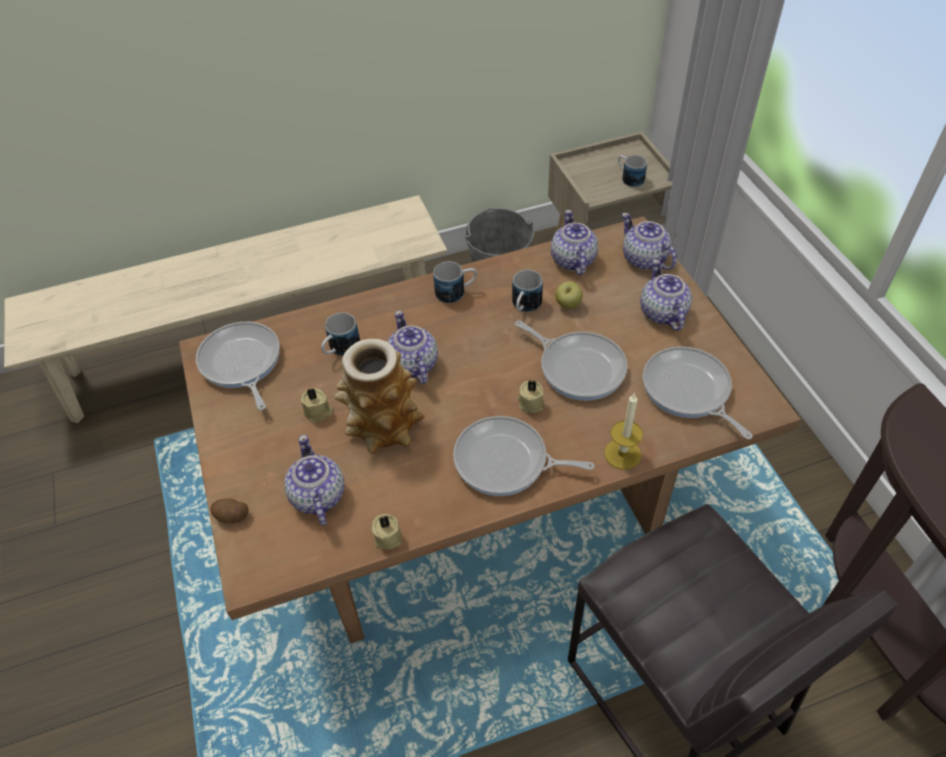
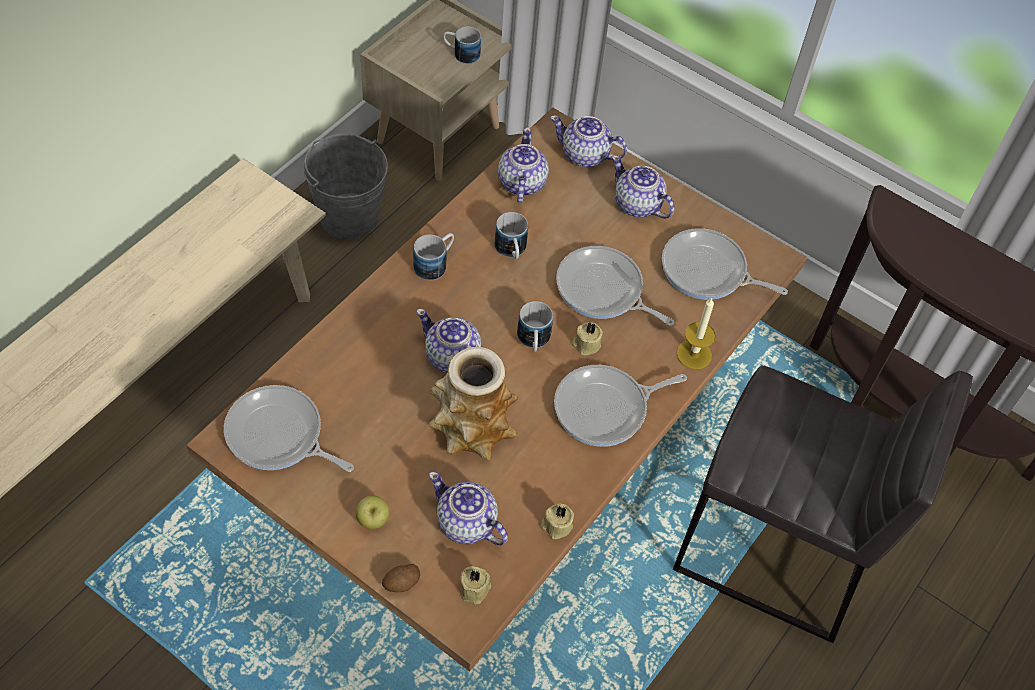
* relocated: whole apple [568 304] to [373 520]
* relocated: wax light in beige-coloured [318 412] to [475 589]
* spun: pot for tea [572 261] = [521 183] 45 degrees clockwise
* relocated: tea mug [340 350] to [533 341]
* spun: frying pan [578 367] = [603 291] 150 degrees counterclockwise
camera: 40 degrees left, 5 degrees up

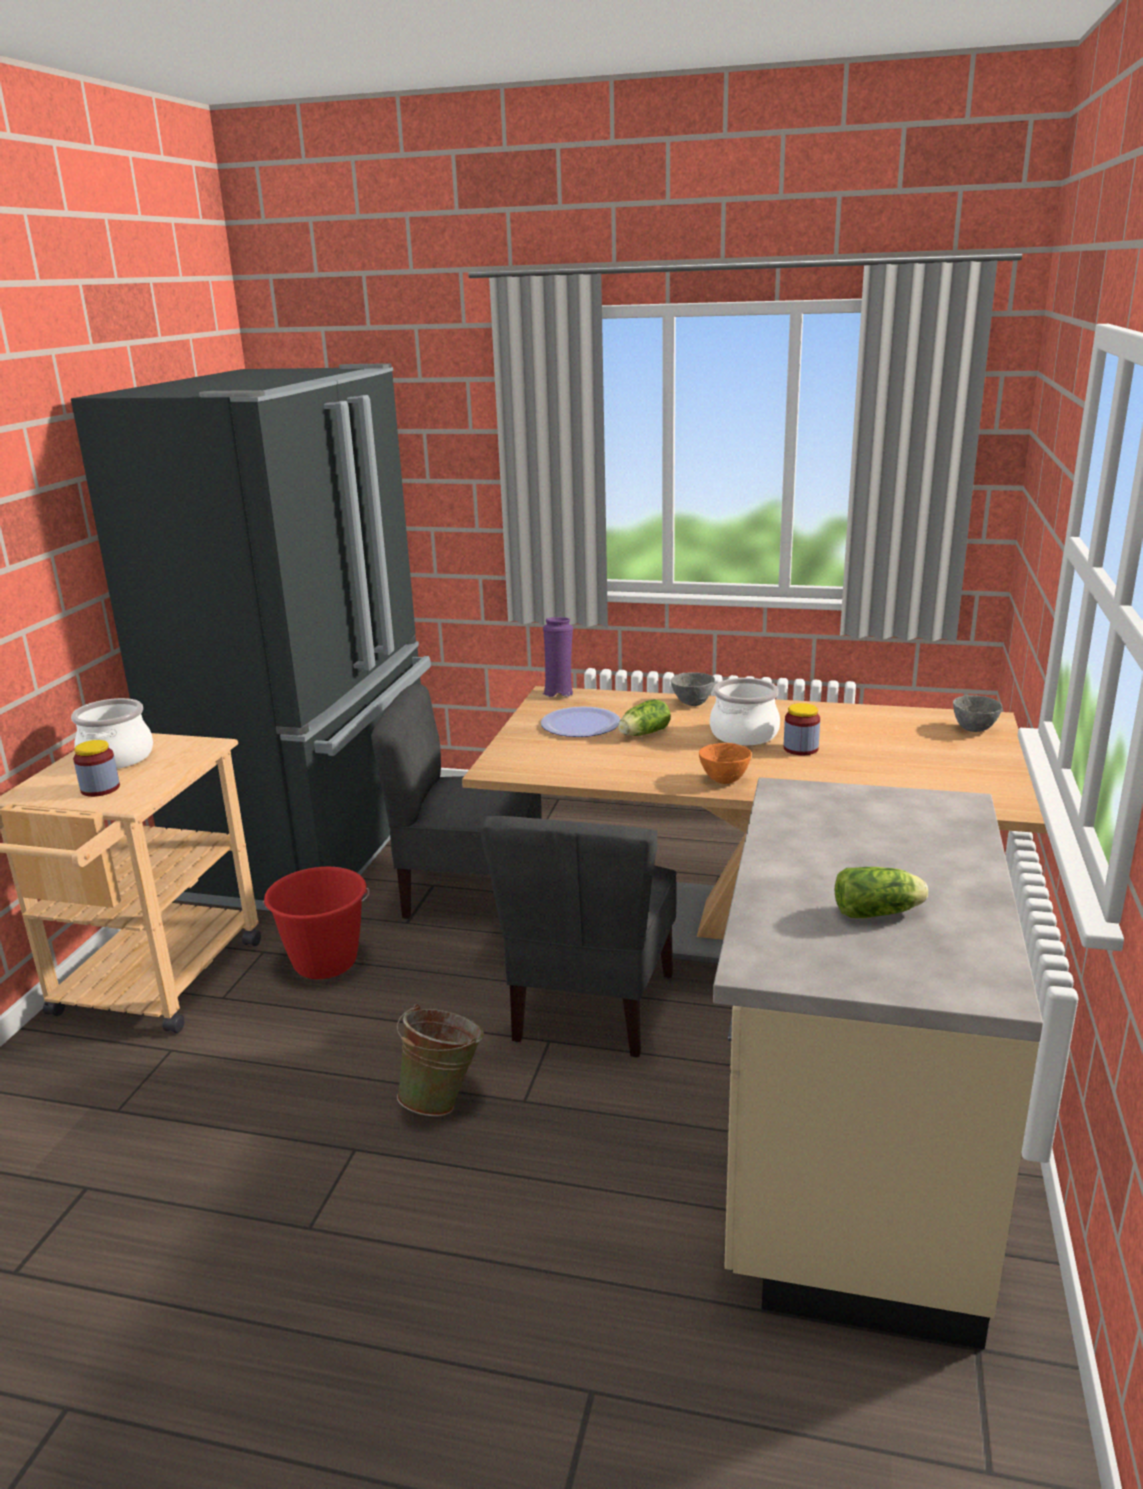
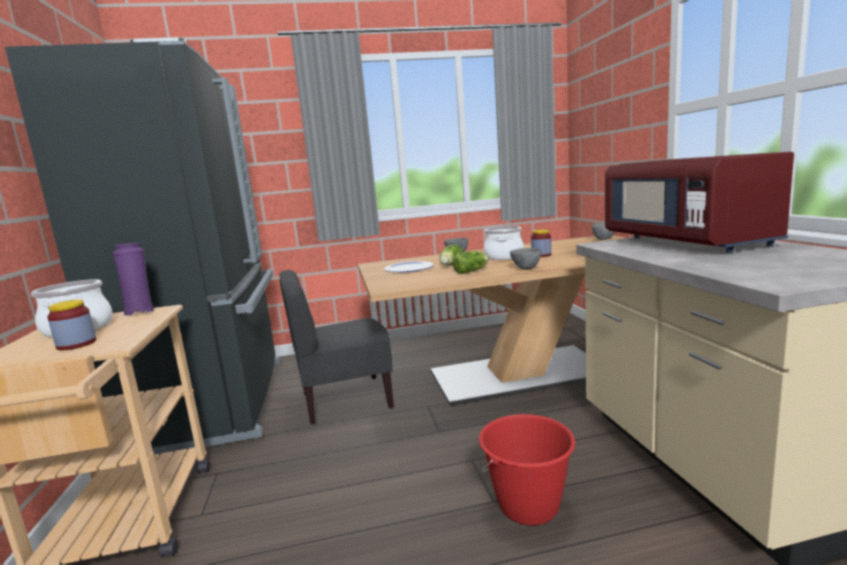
* relocated: vase in purple [558 693] to [140 312]
* relocated: lettuce [880 912] to [472 271]
* relocated: bucket in red-coloured [325 962] to [529 506]
* colour: bowl in orange [724 780] to bowl in gray [526 268]
* appeared: microwave in red-coloured [686 242]
* missing: bucket in green-coloured [444 1099]
* missing: plain chair in gray [591 1007]
camera: 25 degrees left, 10 degrees down

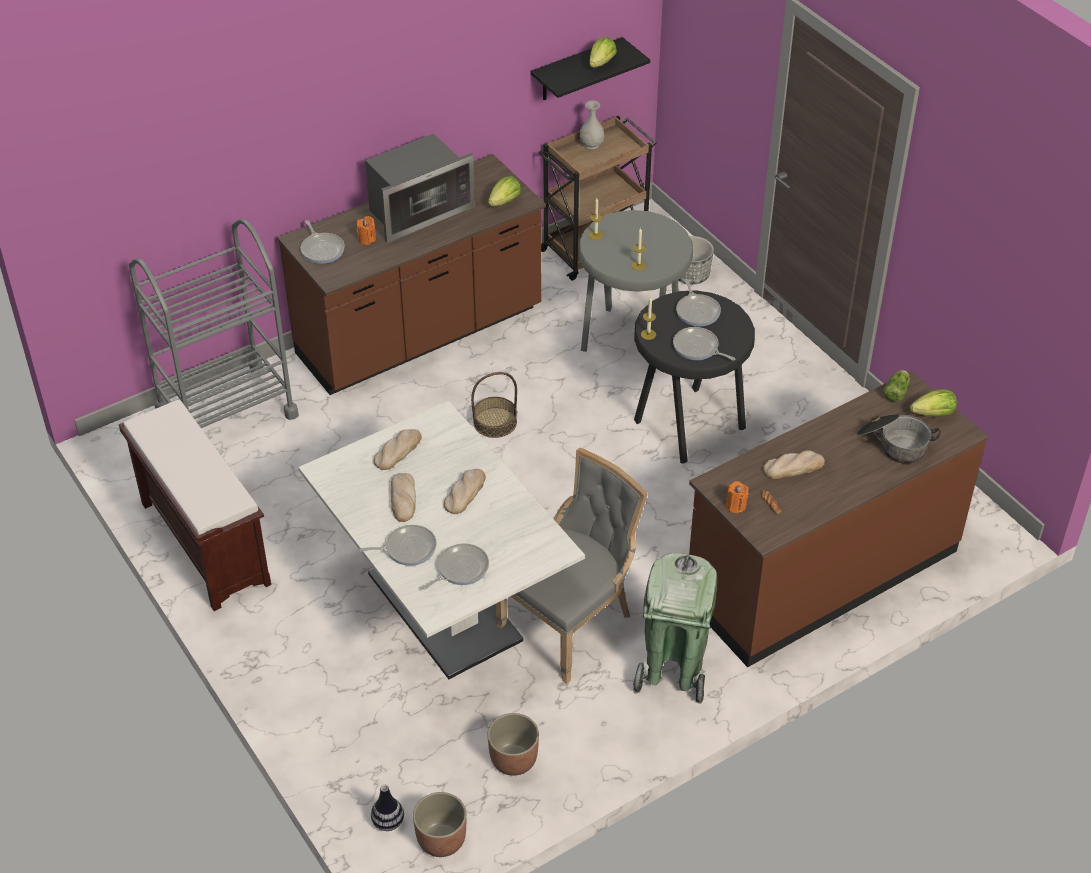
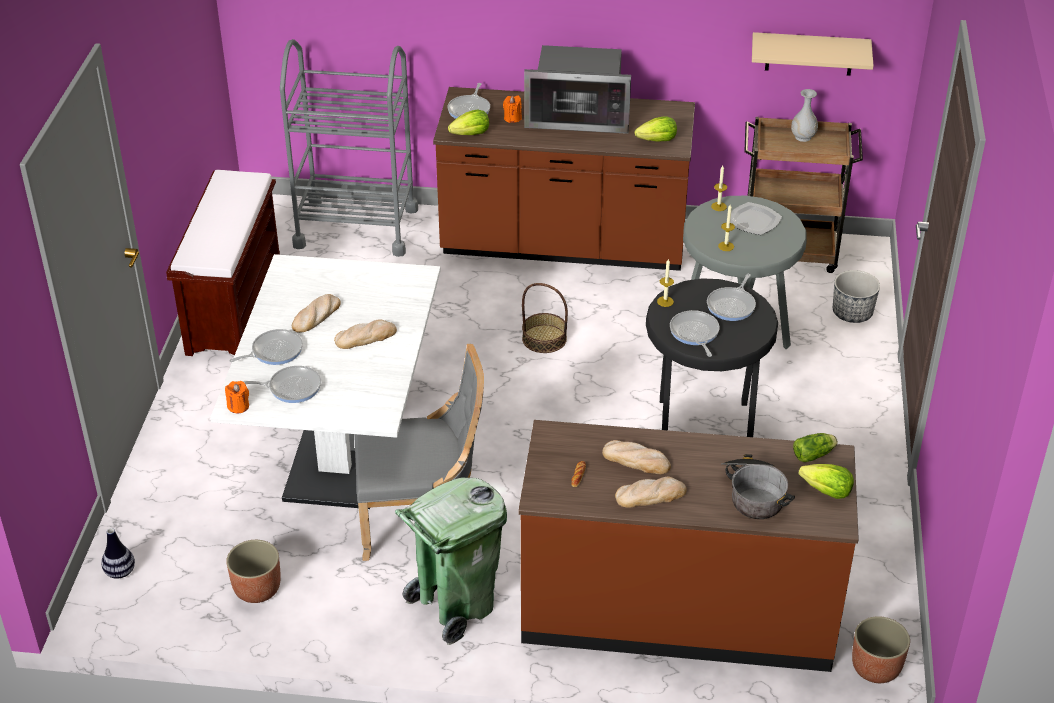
* relocated: wax light in orange [736 506] to [238 406]
* spun: frying pan [407 548] = [274 351] 60 degrees counterclockwise
* relocated: lettuce [601 63] to [471 134]
* relocated: bread [398 451] to [650 495]
* appeared: dinner plate [753 221]
* colour: bracket shelf in black [576 70] to bracket shelf in beige-coloured [809 54]
* relocated: planter [441 840] to [875 668]
camera: 40 degrees right, 5 degrees down

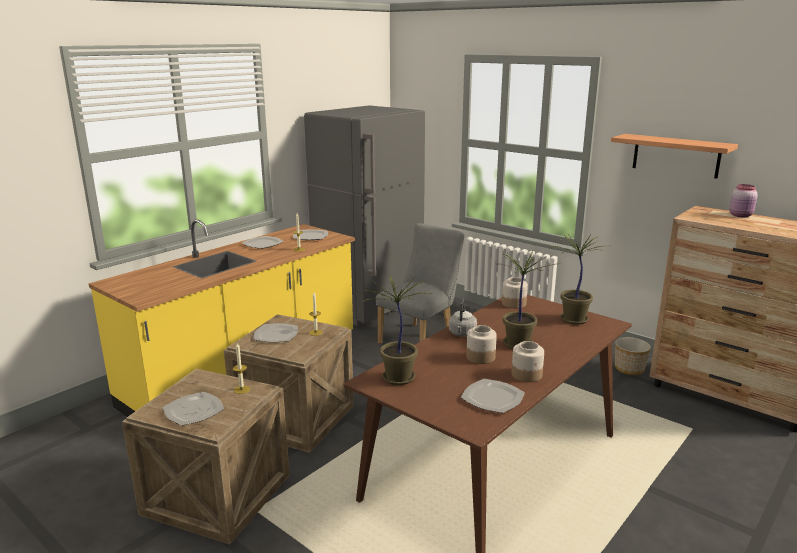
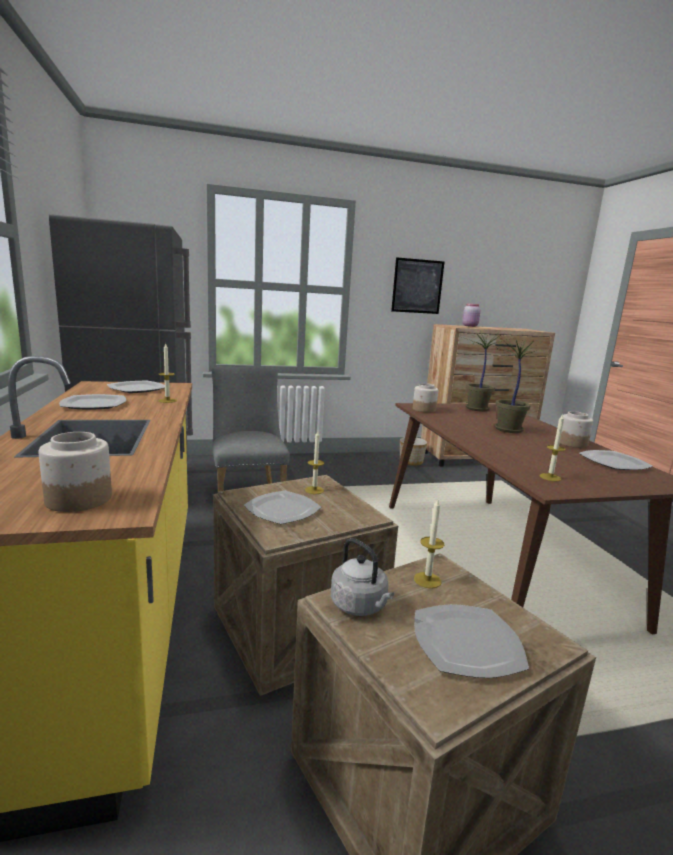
* relocated: storage jar [480 357] to [78 499]
* relocated: water kettle in gray [462 334] to [360 606]
* exchanged: bracket shelf [676 155] to picture [417 286]
* exchanged: plant in a pot [397 378] to wax light [550 477]
camera: 55 degrees left, 5 degrees down

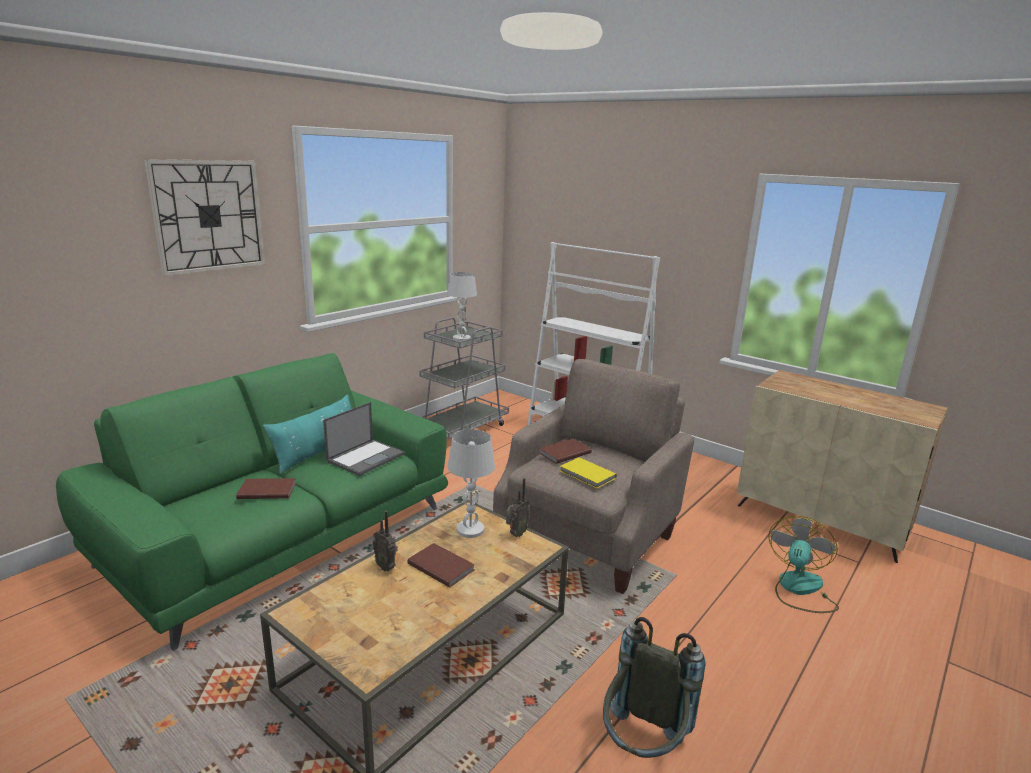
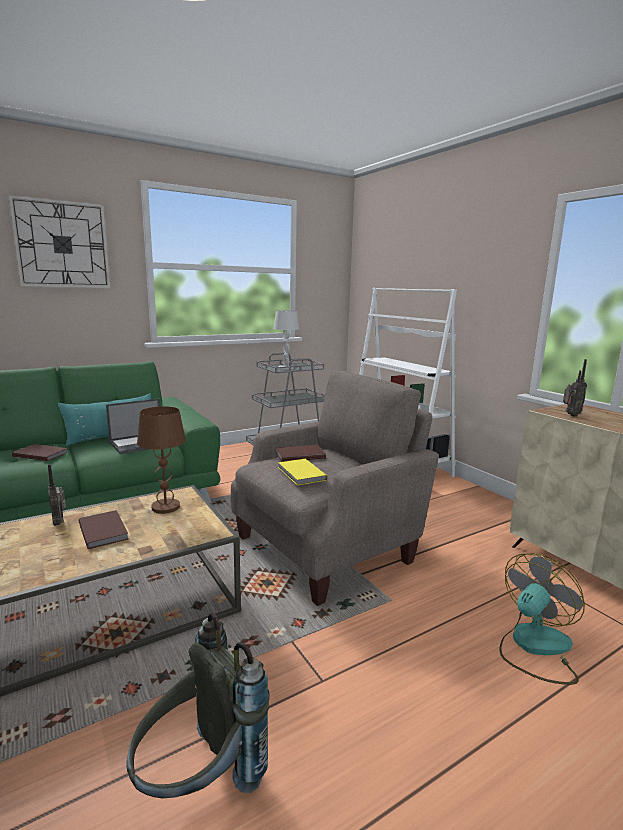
* colour: table lamp in whitish [470 529] to table lamp in brown [166 507]
* relocated: radio [515 534] to [570 415]
camera: 20 degrees right, 5 degrees down

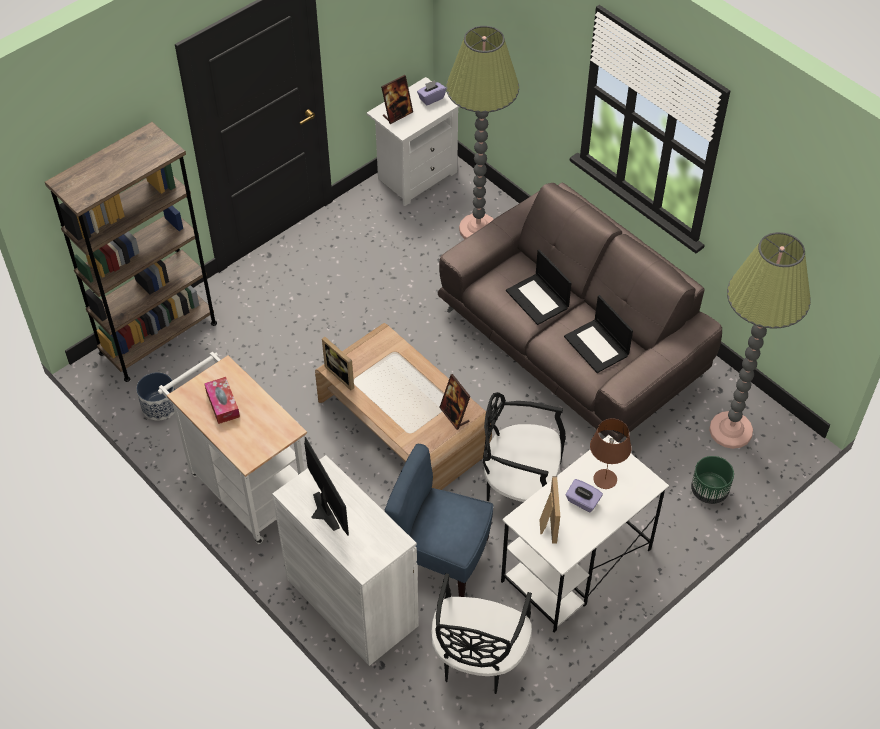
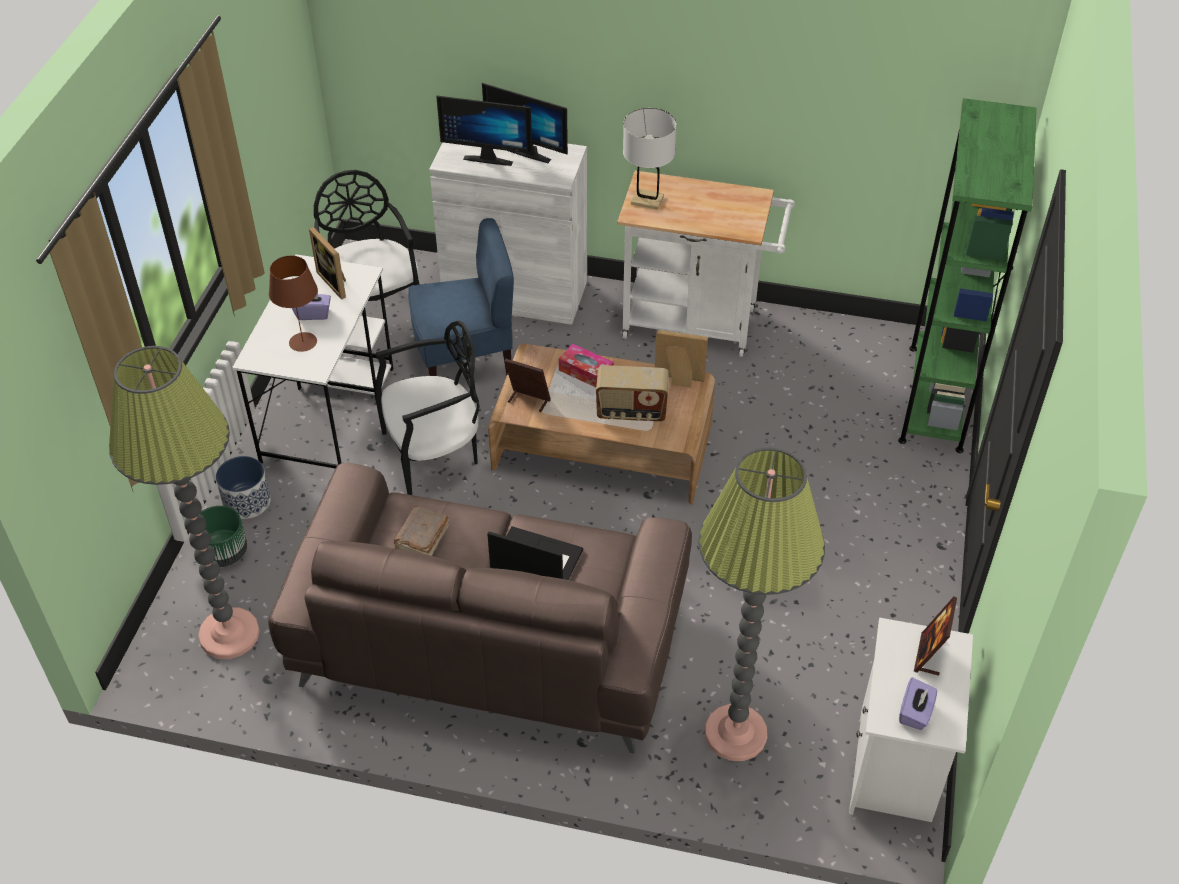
* relocated: planter [160 406] to [247 502]
* exchanged: notebook computer [597 346] to book in brown [421 540]
* appeared: computer display [489 157]
* relocated: tissue box [222 404] to [586 372]
* appeared: radio [631 412]
* appeared: table lamp in whitish [647 200]
* colour: shelving unit in brown [158 338] to shelving unit in green-coloured [935 397]
camera: 145 degrees right, 5 degrees down

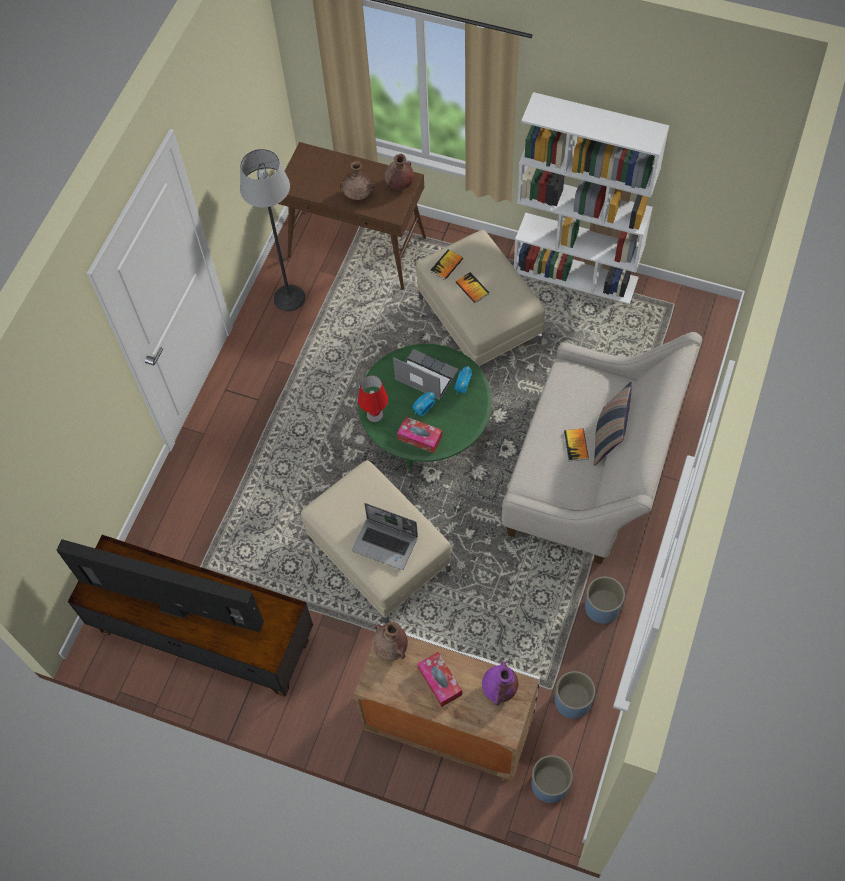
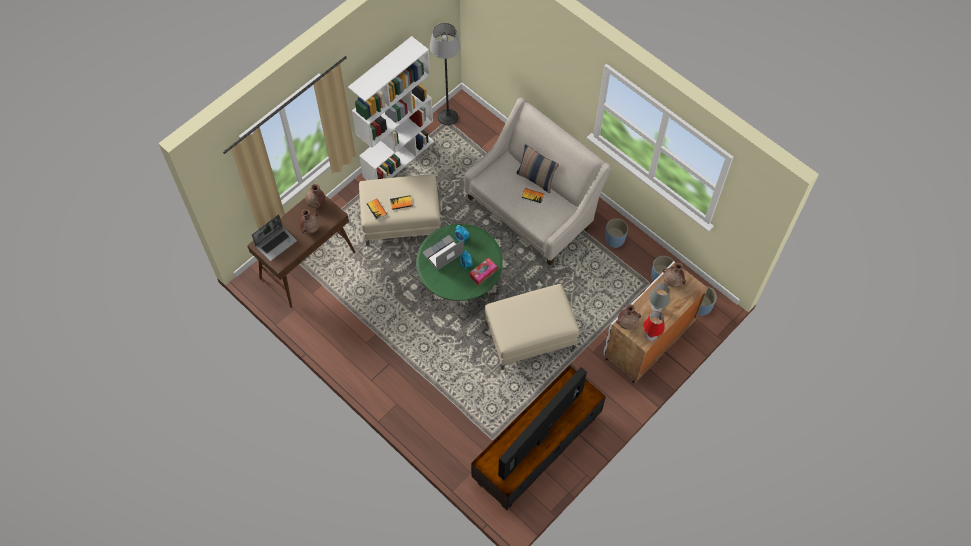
* relocated: notebook computer [386 544] to [276 243]
* relocated: floor lamp [289 298] to [448 117]
* relocated: table lamp in red-coloured [374 414] to [651 335]
* exchanged: tissue box [439 681] to table lamp in gray [656 307]
* colour: vase in purple [499 689] to vase in brown [673 281]
camera: 70 degrees left, 0 degrees up

